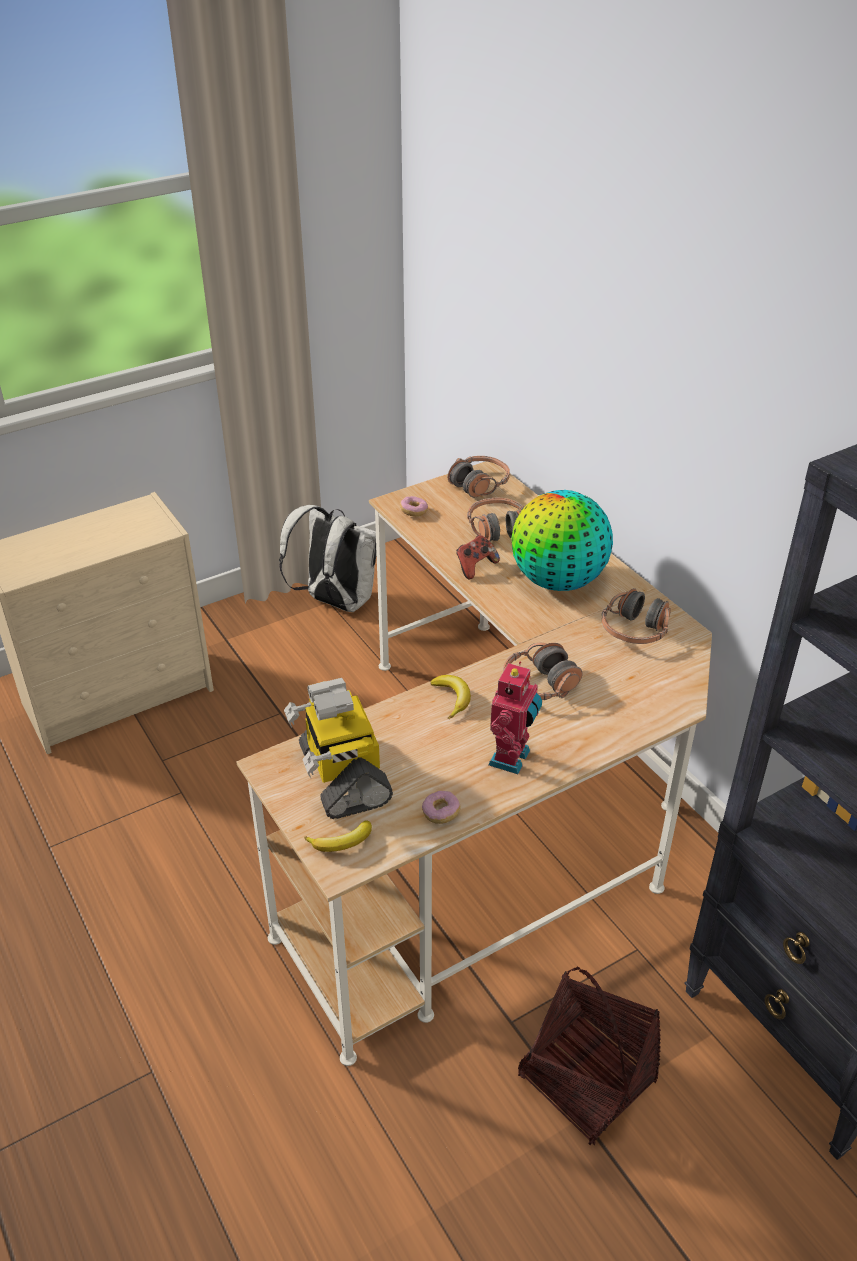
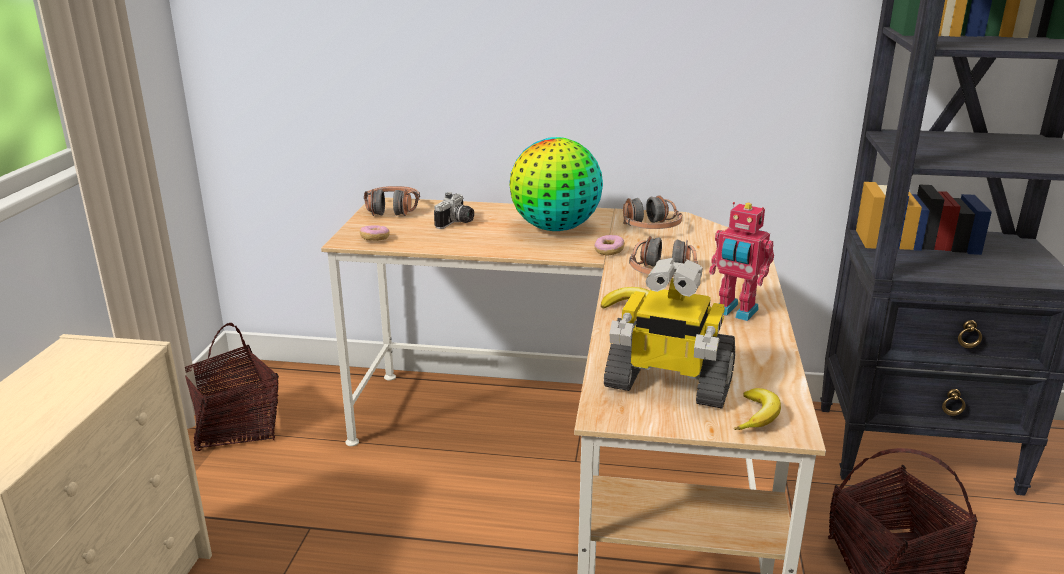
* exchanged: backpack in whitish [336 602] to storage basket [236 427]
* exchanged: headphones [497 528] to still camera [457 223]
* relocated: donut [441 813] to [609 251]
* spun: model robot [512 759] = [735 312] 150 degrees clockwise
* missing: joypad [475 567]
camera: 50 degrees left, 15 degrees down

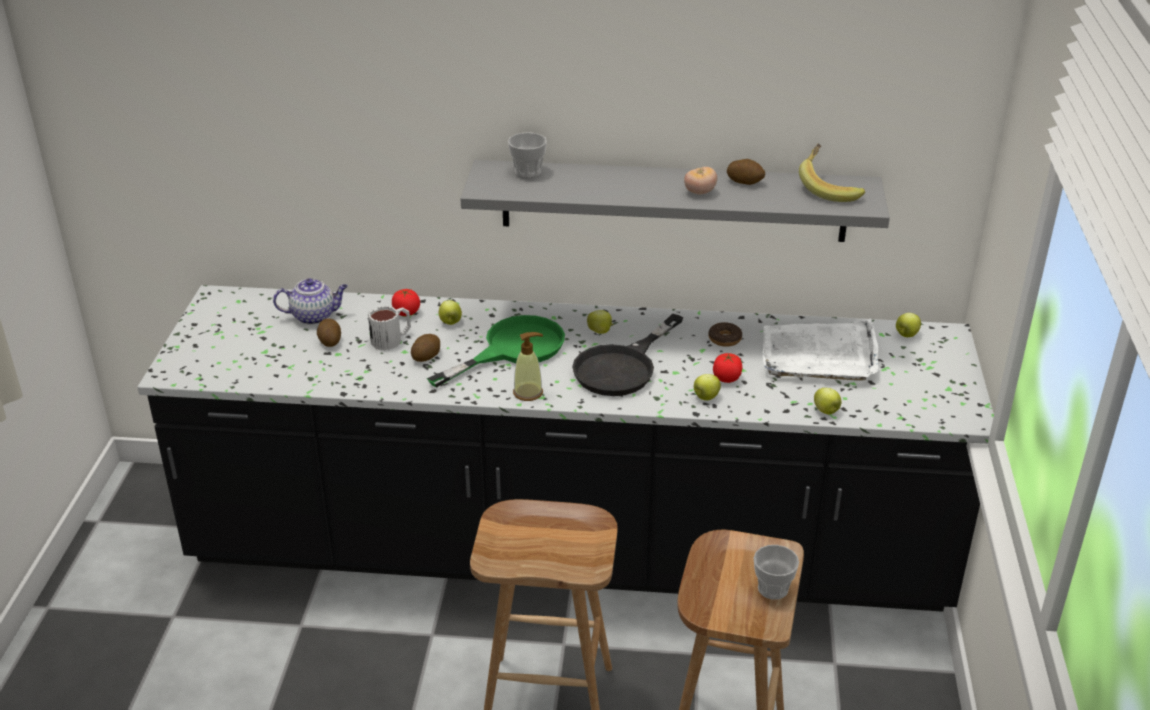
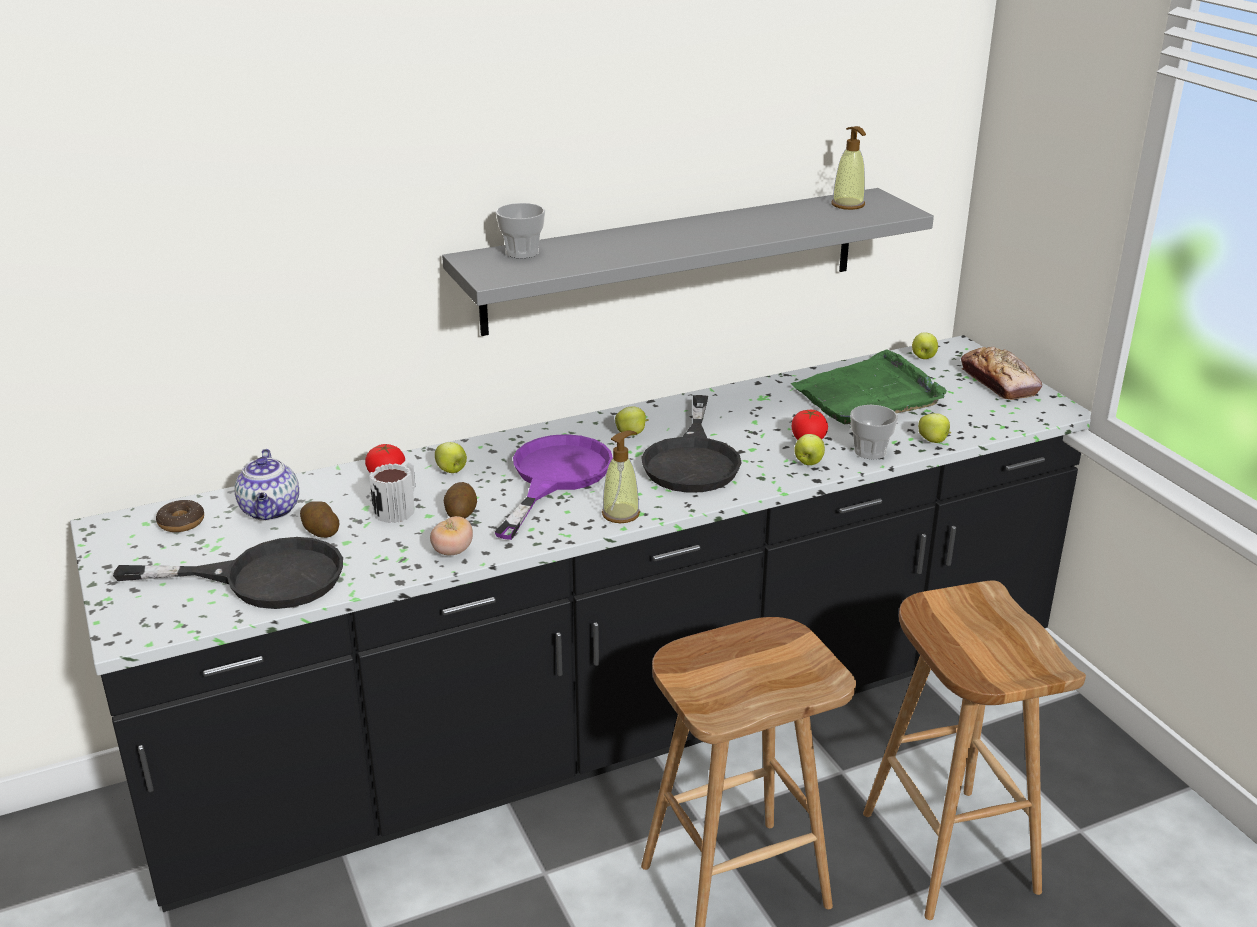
* appeared: frying pan in black [263 578]
* relocated: donut [724 339] to [181 522]
* spun: pot for tea [314 316] = [271 511] 120 degrees clockwise
* relocated: whole tomato [699 192] to [452 551]
* colour: frying pan in green-coloured [512 349] to frying pan in purple [554 477]
* colour: carrying tray in whitish [819 354] to carrying tray in green-coloured [868 394]
* exchanged: whole banana [829 188] to soap dispenser [848 205]
* relocated: small cup [773 589] to [870 451]
* appeared: bread [999 382]
* missing: whole potato [745 182]
camera: 30 degrees left, 5 degrees down

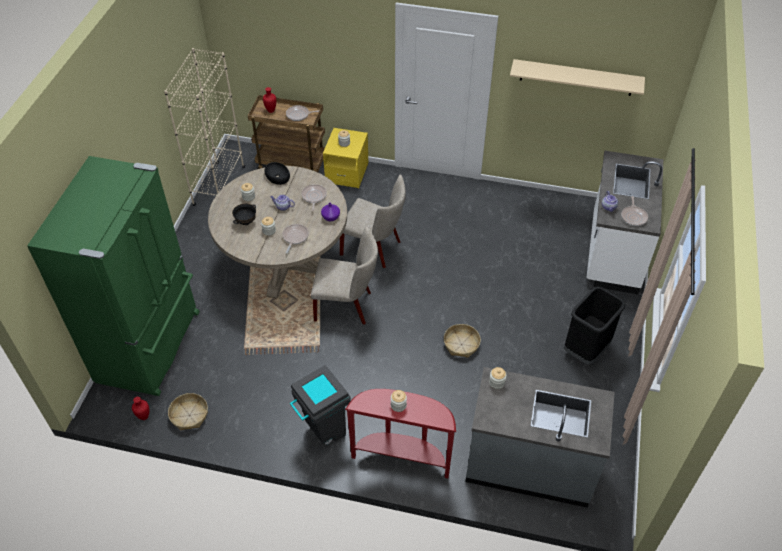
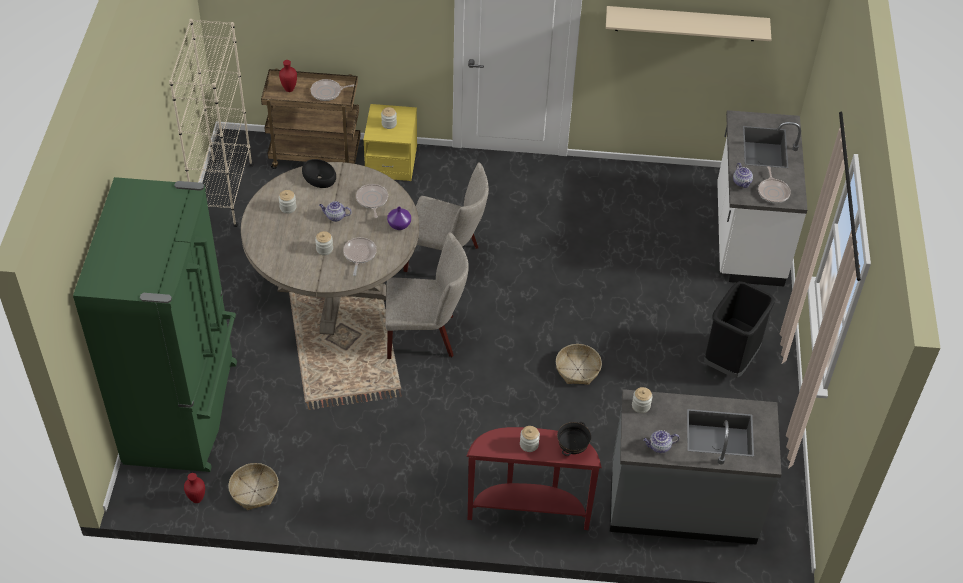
* relocated: bowl in black [246 222] to [573 448]
* appeared: pot for tea [659 447]
* missing: trash can in gray [323 432]
camera: 10 degrees left, 0 degrees up

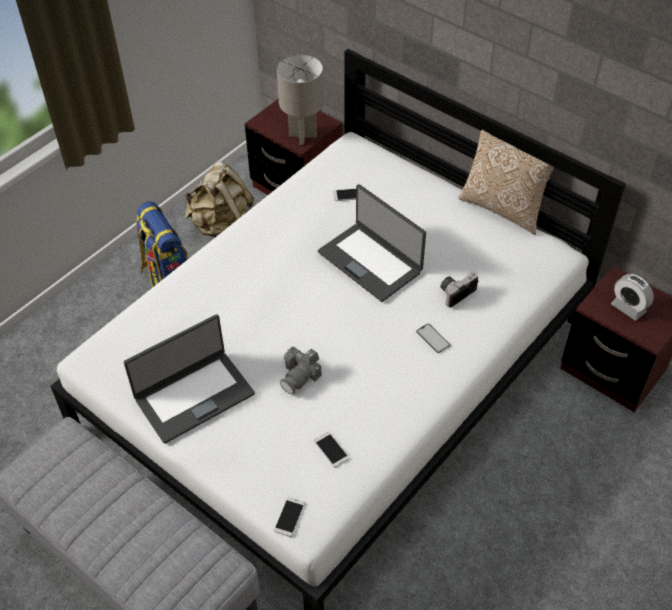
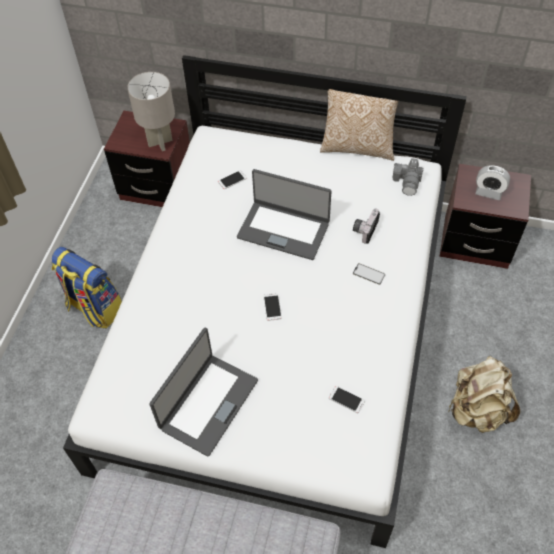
* relocated: phone [289 517] to [272 307]
* relocated: still camera [300 376] to [408 182]
* relocated: backpack in beige-coloured [222 227] to [477 410]
camera: 25 degrees left, 5 degrees up

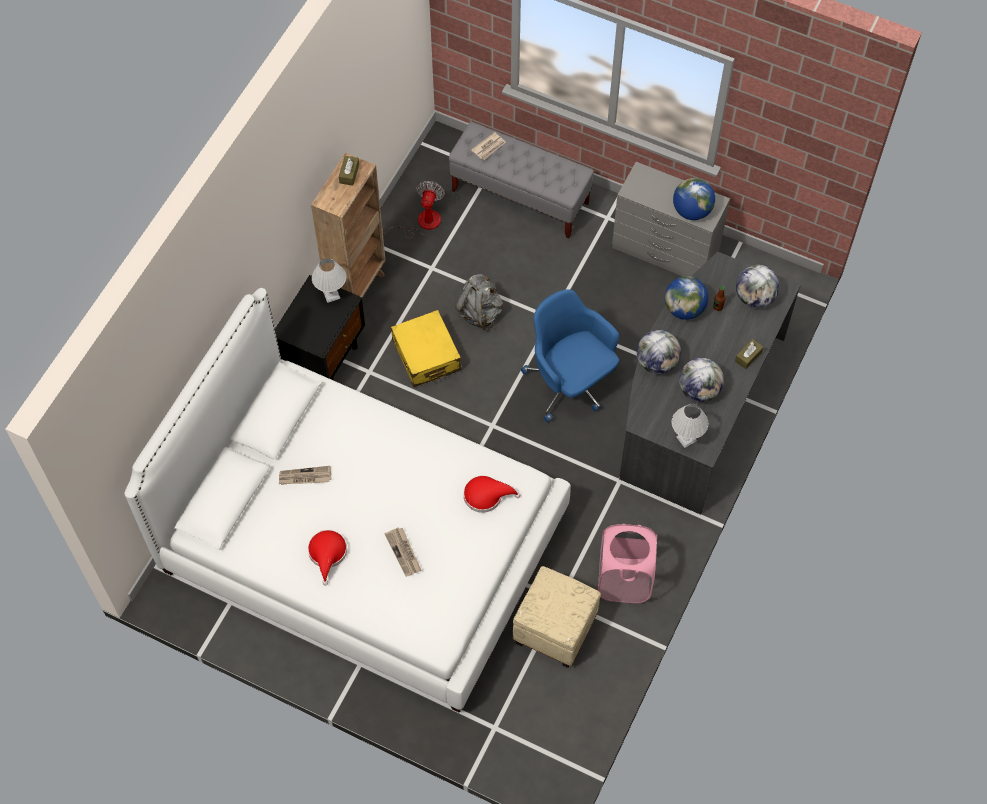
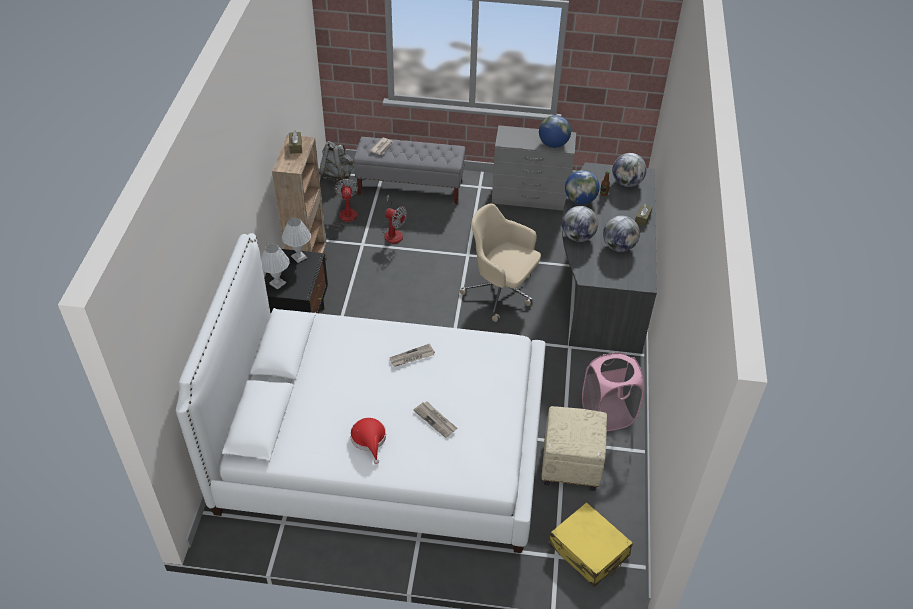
* relocated: table lamp in whitish [686 439] to [277 283]
* relocated: backpack in gray [480 312] to [337 175]
* appeared: electric fan [393 232]
* relocated: daily paper [305 477] to [411 357]
* colour: computer chair in bluish [570 383] to computer chair in beige-coloured [501 292]
* relocated: suitcase in yellow-coloured [426 355] to [589 551]
* missing: clothing hat in red-coloured [486 495]
camera: 20 degrees left, 15 degrees down

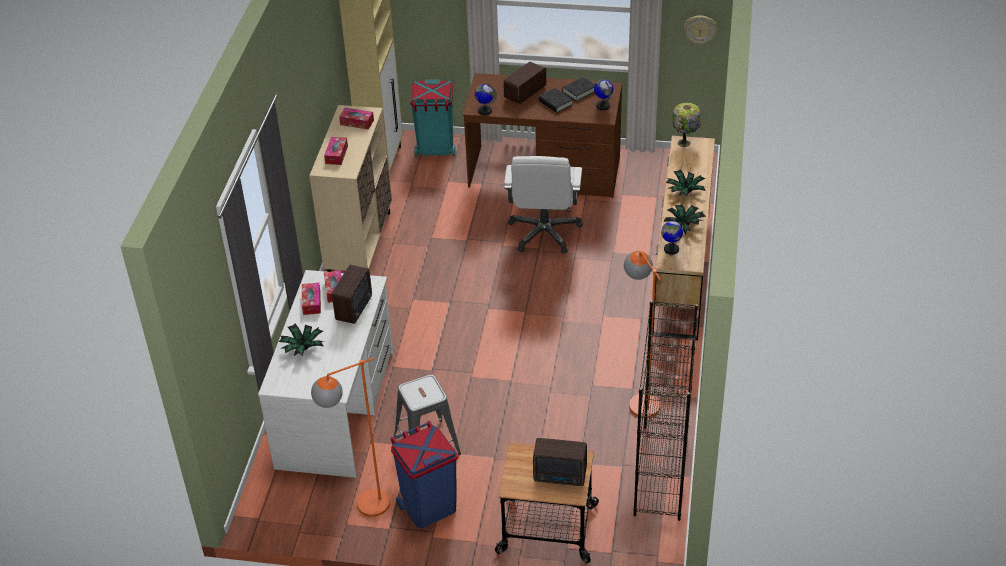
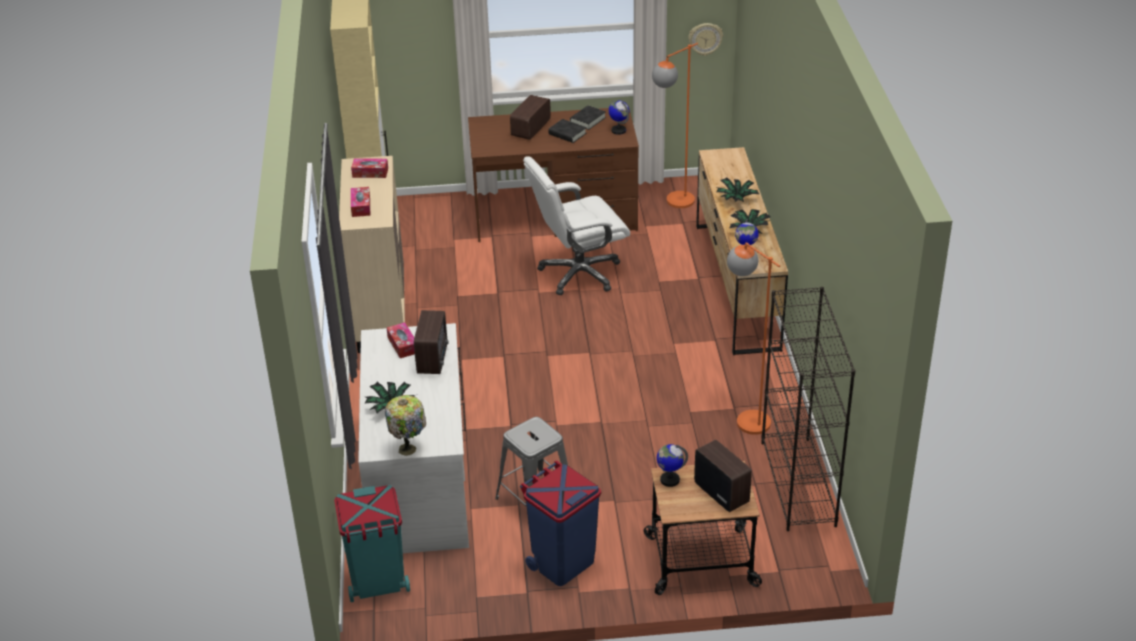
* relocated: trash can in turquoise [436 149] to [378 583]
* relocated: table lamp [685 143] to [408 449]
* spun: computer chair in whitish [544 232] = [579 273] 75 degrees clockwise
* relocated: floor lamp in orange [362 508] to [673 204]
* relocated: desk globe [485 111] to [669 480]
* spun: radio [561 477] = [721 492] 120 degrees counterclockwise
* missing: tissue box [311 302]
camera: 15 degrees left, 5 degrees down

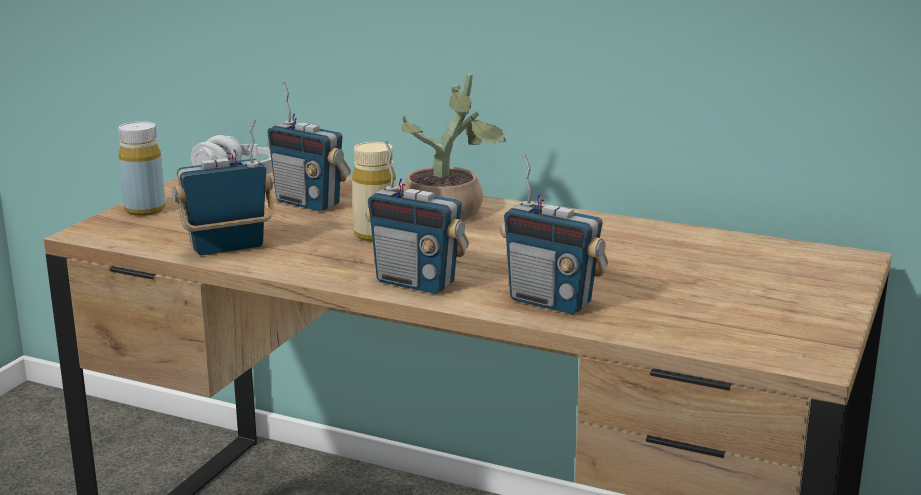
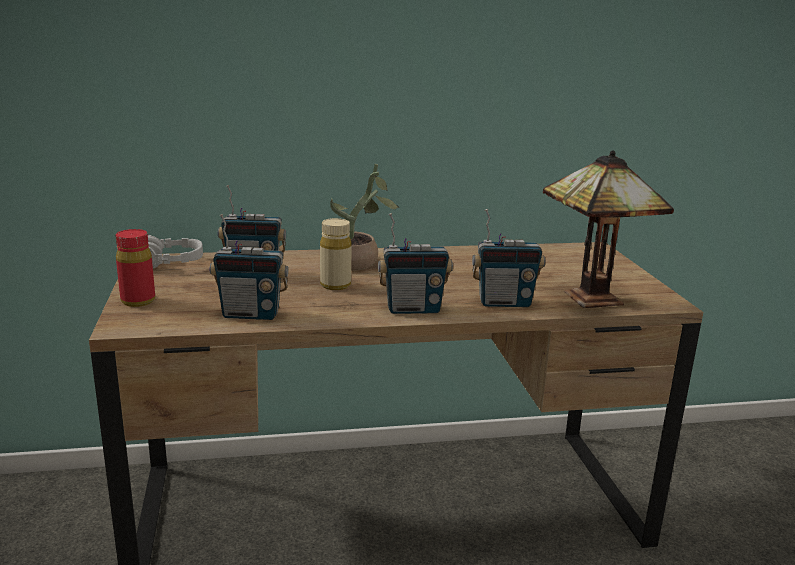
* colour: drink bottle in yellow-coloured [145 210] to drink bottle in red-coloured [138 301]
* spun: radio [227 247] = [251 314] 120 degrees counterclockwise
* appeared: table lamp [588 297]
camera: 35 degrees left, 0 degrees up

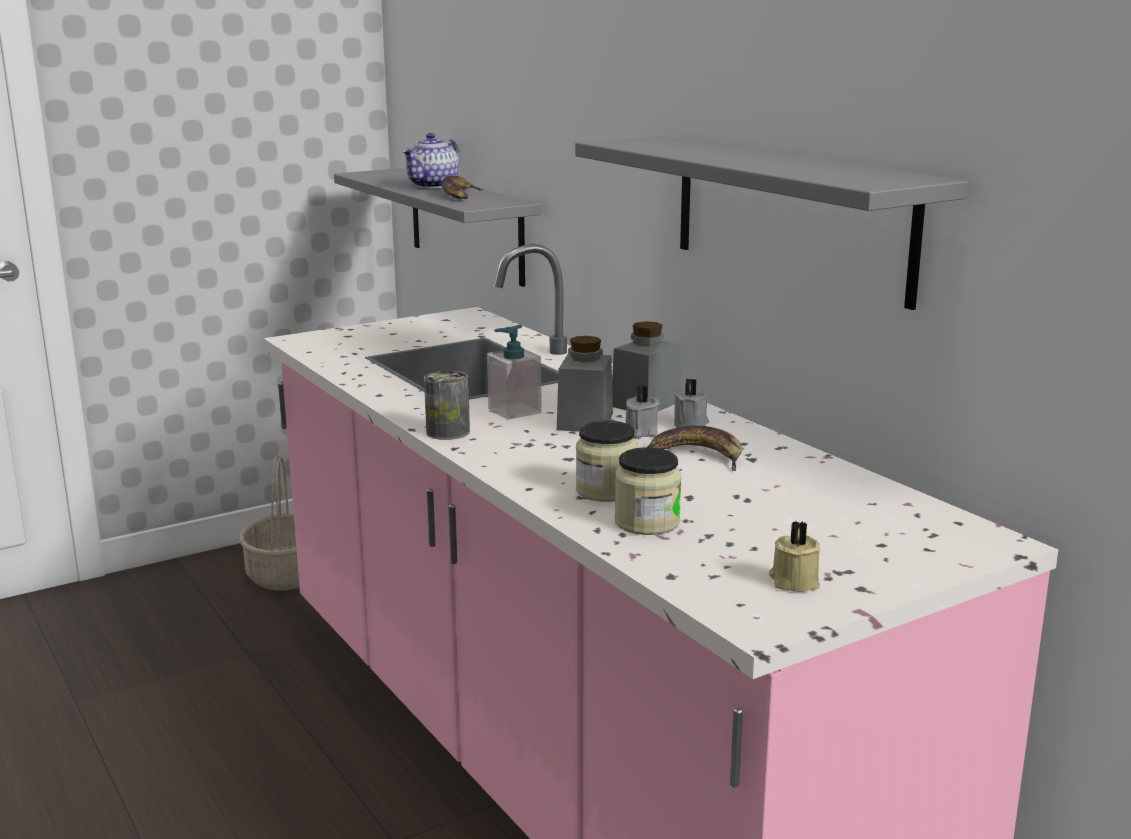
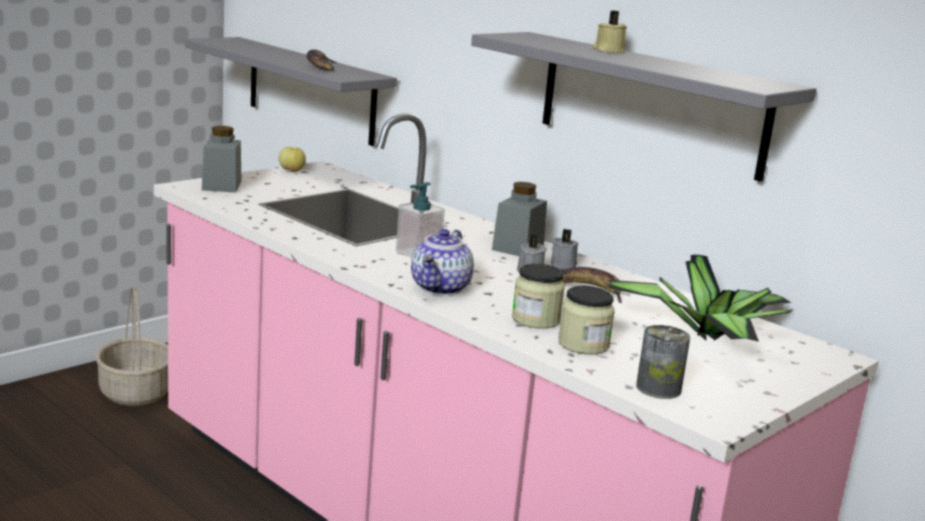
* relocated: storage jar in gray [585 421] to [221 185]
* appeared: whole apple [292 171]
* relocated: pot for tea [434 186] to [441 288]
* relocated: wax light in beige-coloured [793 582] to [608 50]
* appeared: plant in a pot [707 338]
* relocated: metal can [448 432] to [658 388]
camera: 15 degrees left, 0 degrees up

